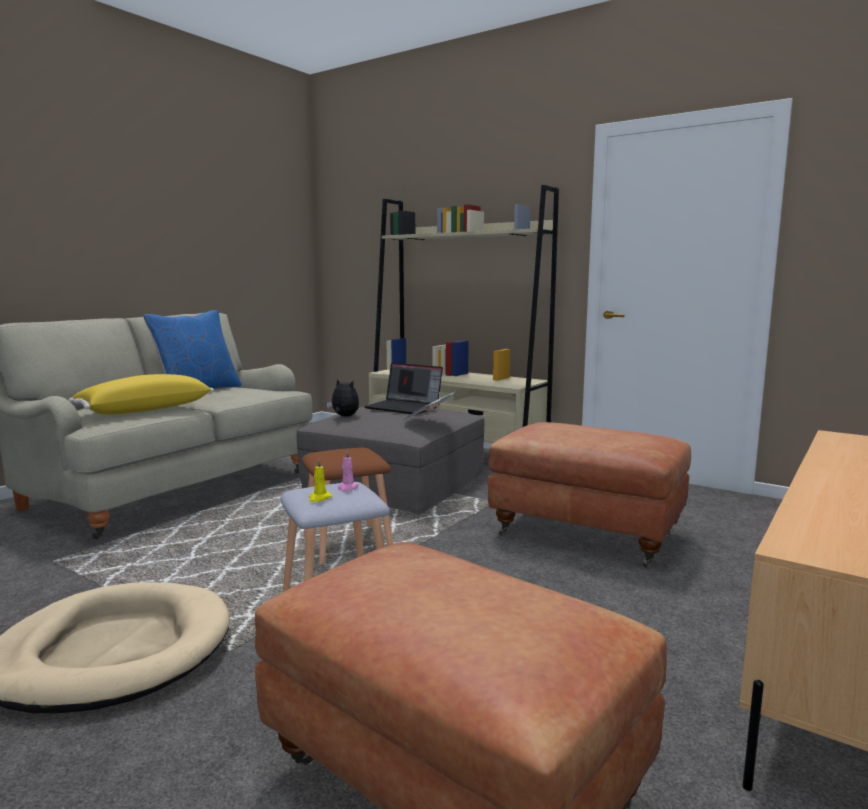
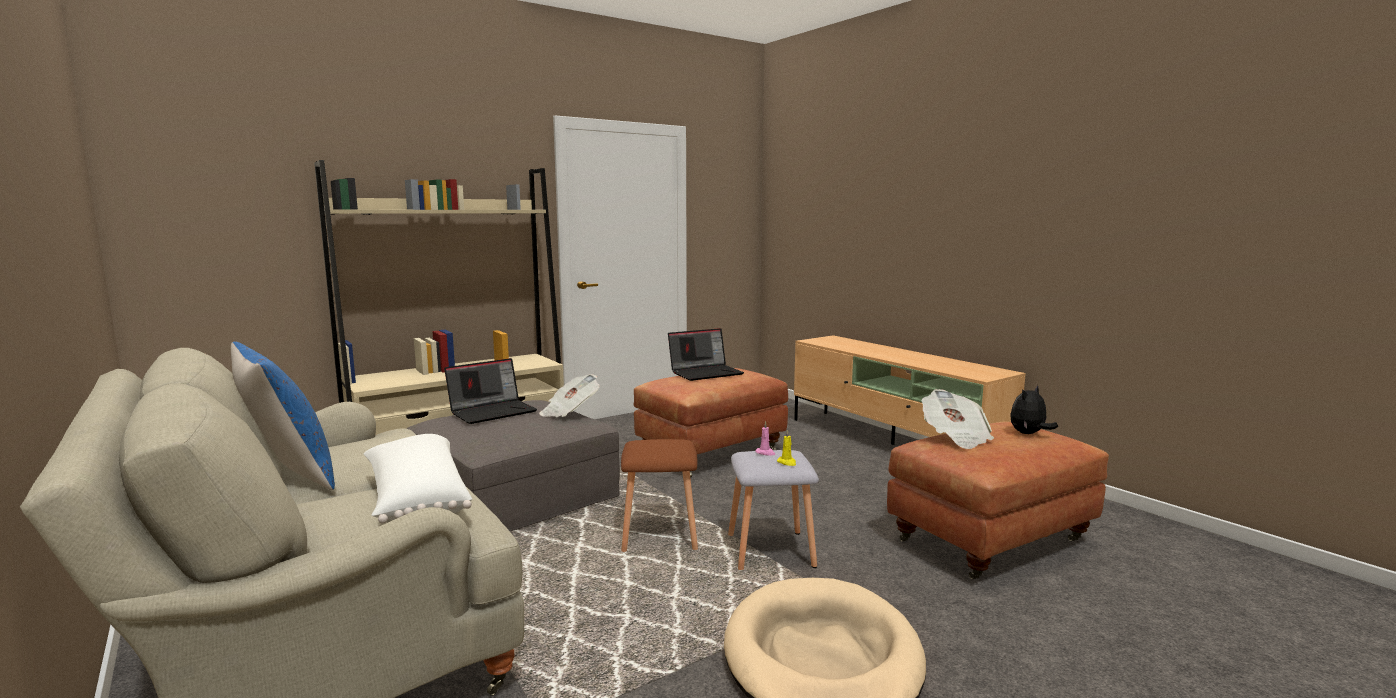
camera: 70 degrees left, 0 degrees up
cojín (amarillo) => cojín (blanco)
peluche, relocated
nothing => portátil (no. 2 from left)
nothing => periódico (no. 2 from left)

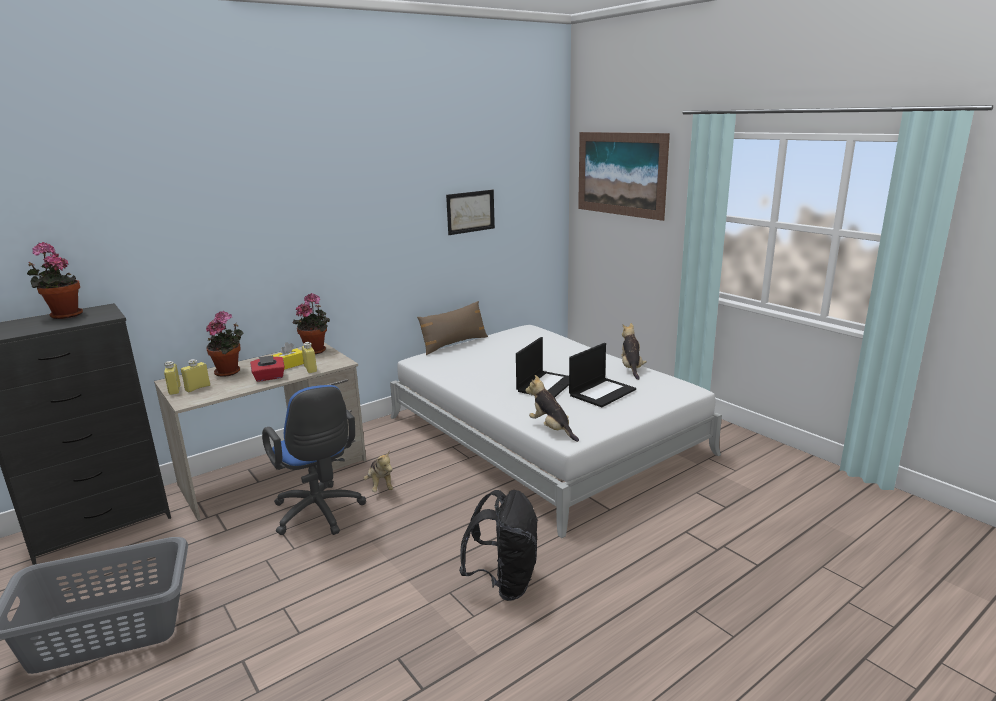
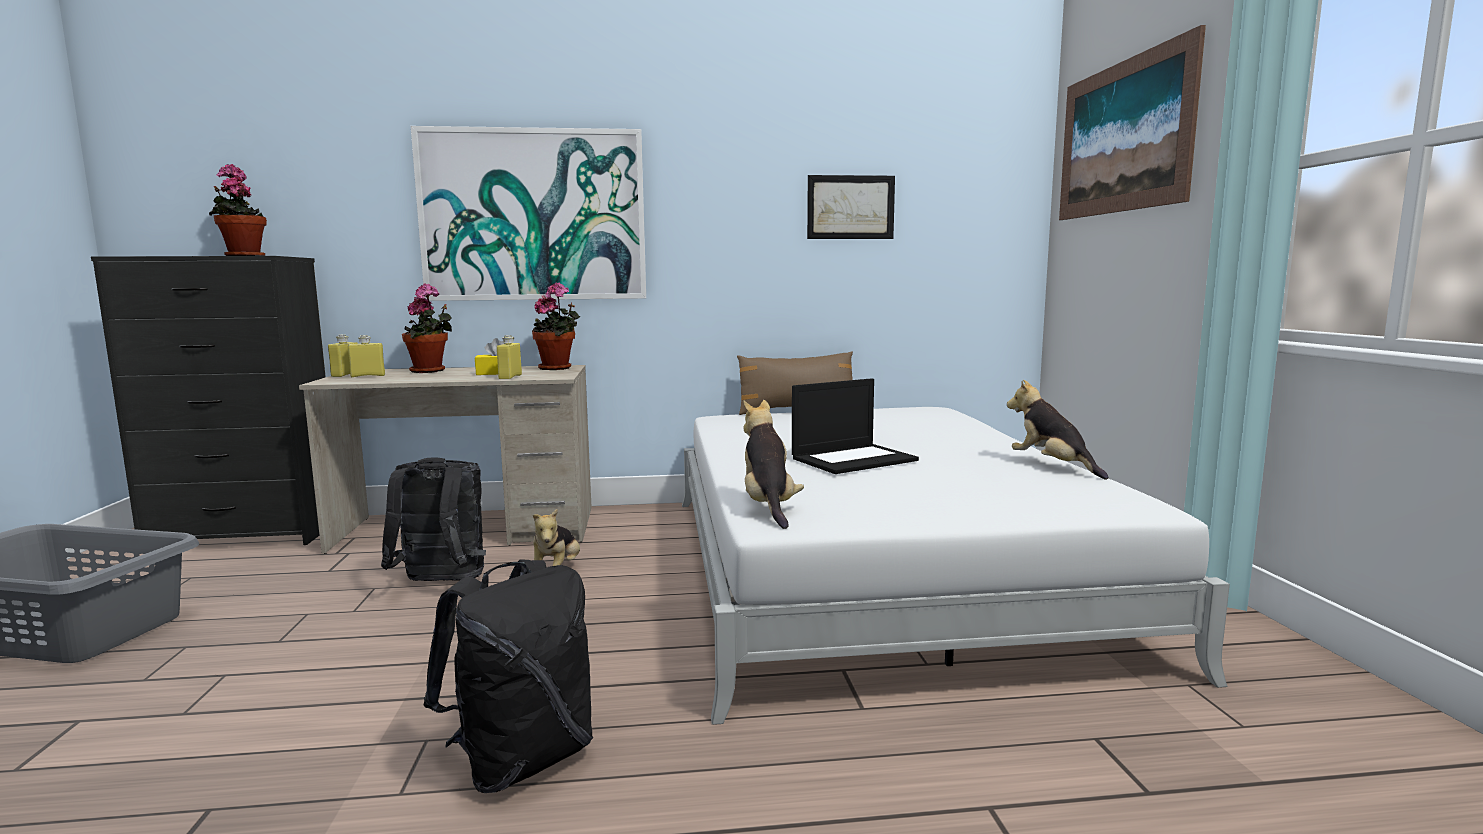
camera: 30 degrees right, 10 degrees down
peluche (no. 3 from left), 60 degrees counterclockwise
portátil (no. 2 from left) => nothing
caja de pañuelos (rojo) => nothing
silla de oficina (azul) => mochila (negro) (no. 1 from left)
nothing => cuadro (no. 1 from left)

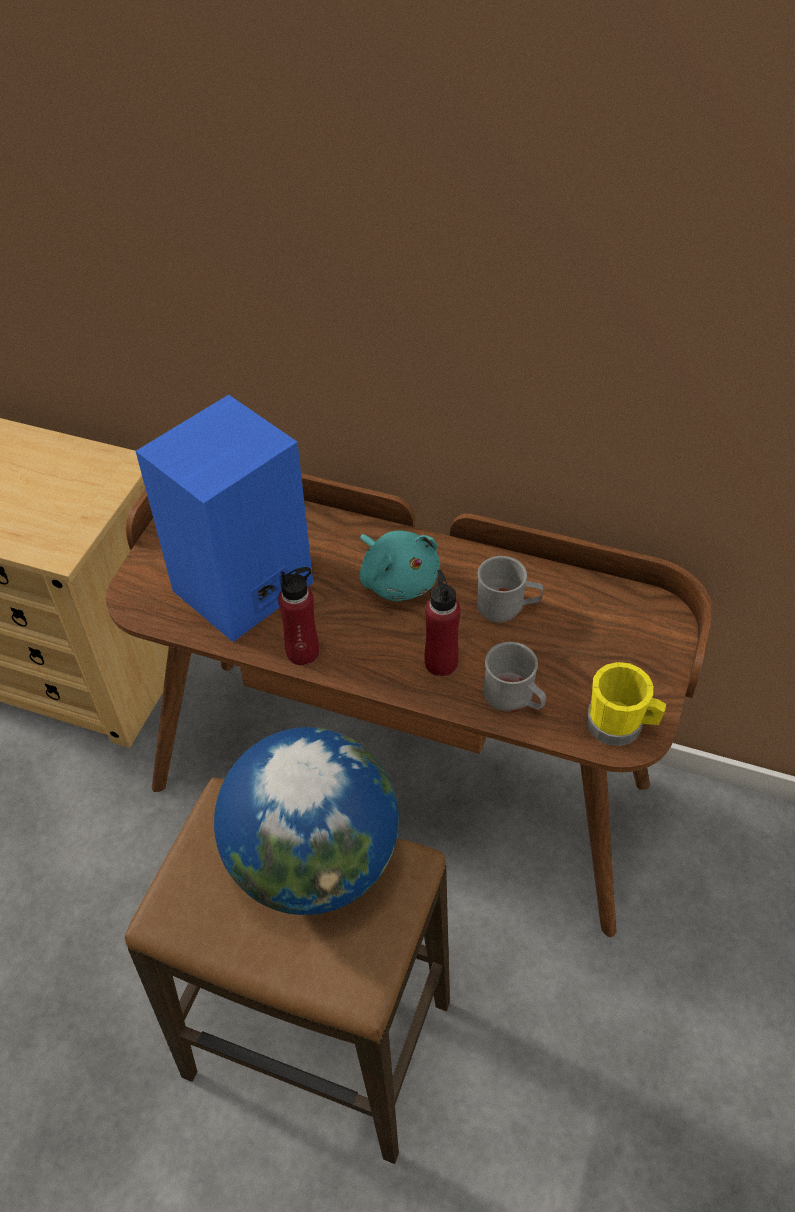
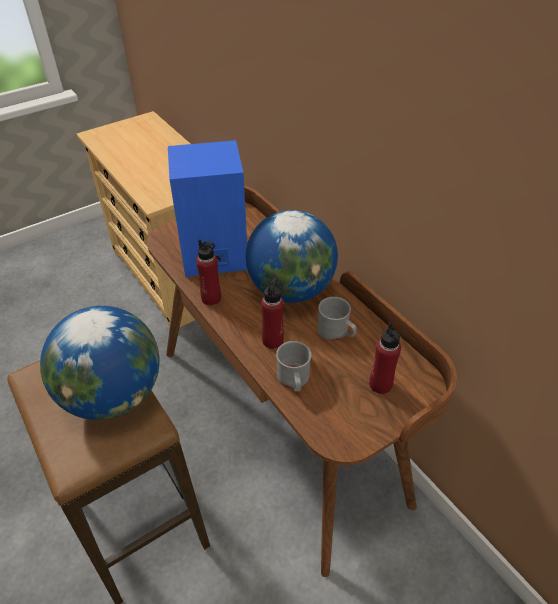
camera: 35 degrees right, 5 degrees down
peluche (turquesa) => globo terráqueo (no. 2 from left)
taza grande (amarillo) => nothing
nothing => botella (rojo) (no. 3 from left)

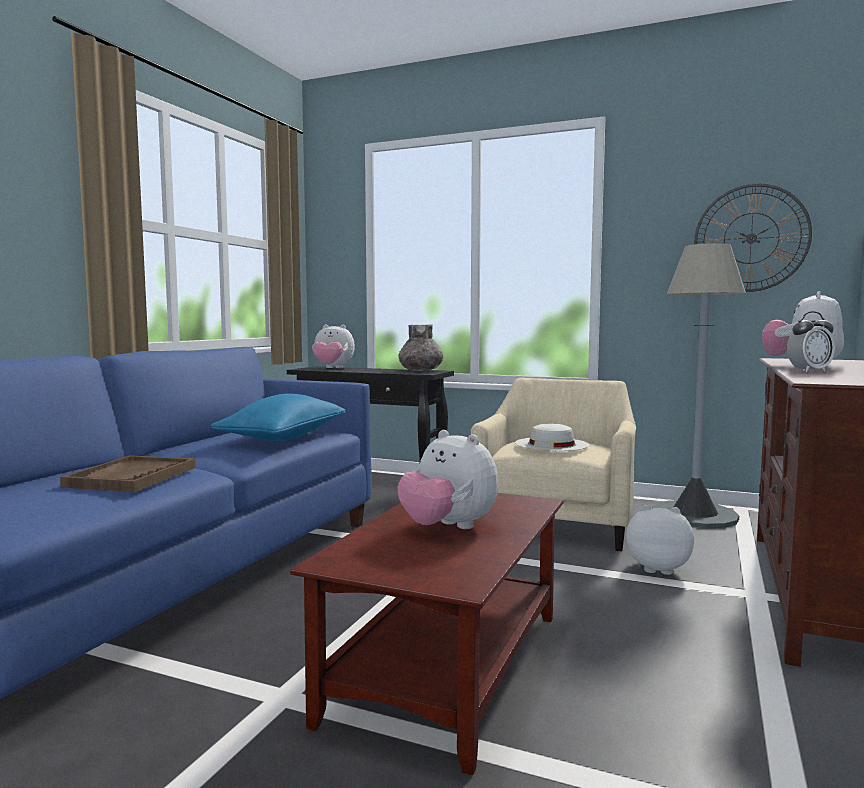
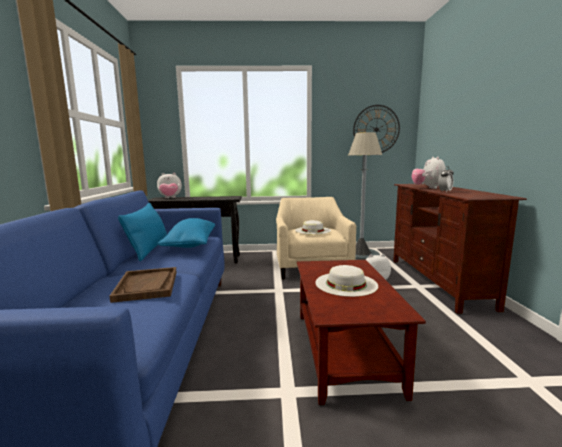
camera: 25 degrees left, 5 degrees up
florero (gris) => nothing
peluche (no. 2 from left) => sombrero (blanco) (no. 2 from left)
nothing => cojín (azul) (no. 1 from left)

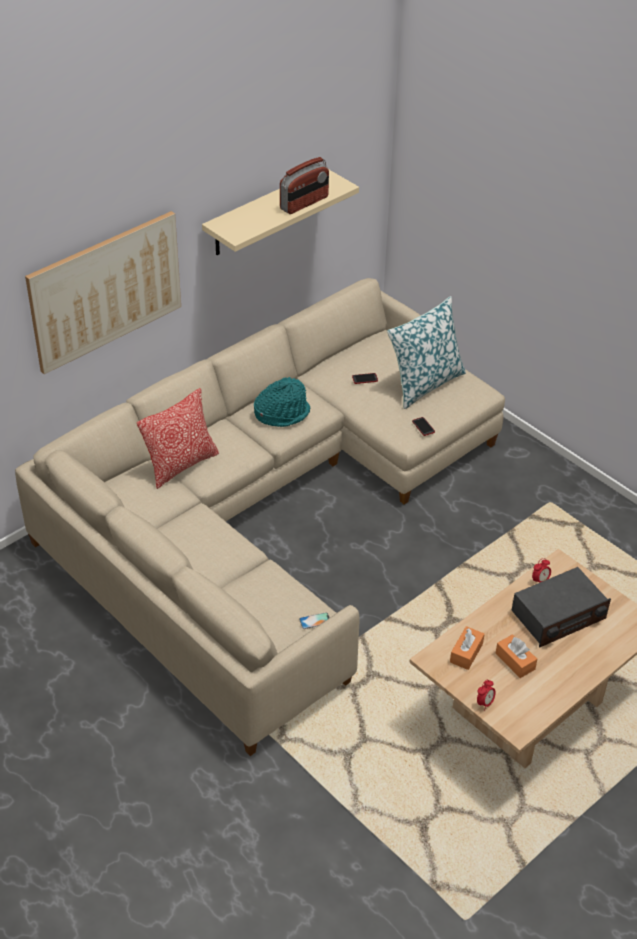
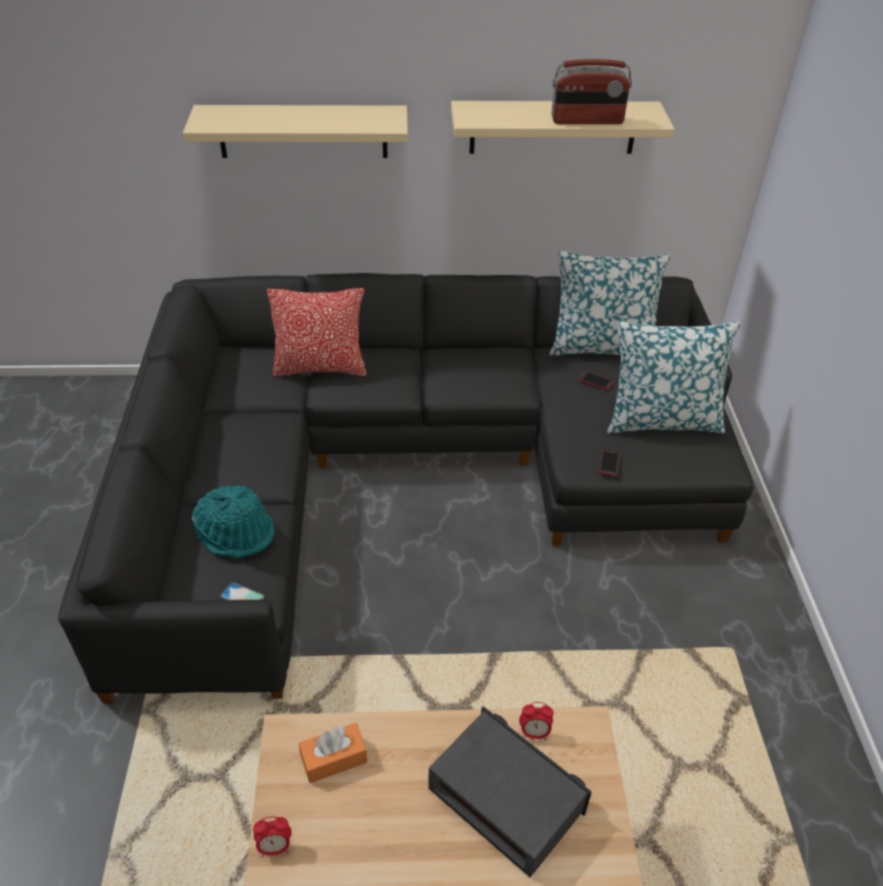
camera: 40 degrees right, 0 degrees up
cuadro => estante (beis) (no. 1 from left)
sofá (beis) => sofá (negro)
sombrero (turquesa), relocated
radio (no. 2 from left in the first image) => radio (no. 1 from left), 150 degrees counterclockwise
caja de pañuelos (naranja) (no. 2 from left) => nothing
nothing => cojín (no. 2 from left)

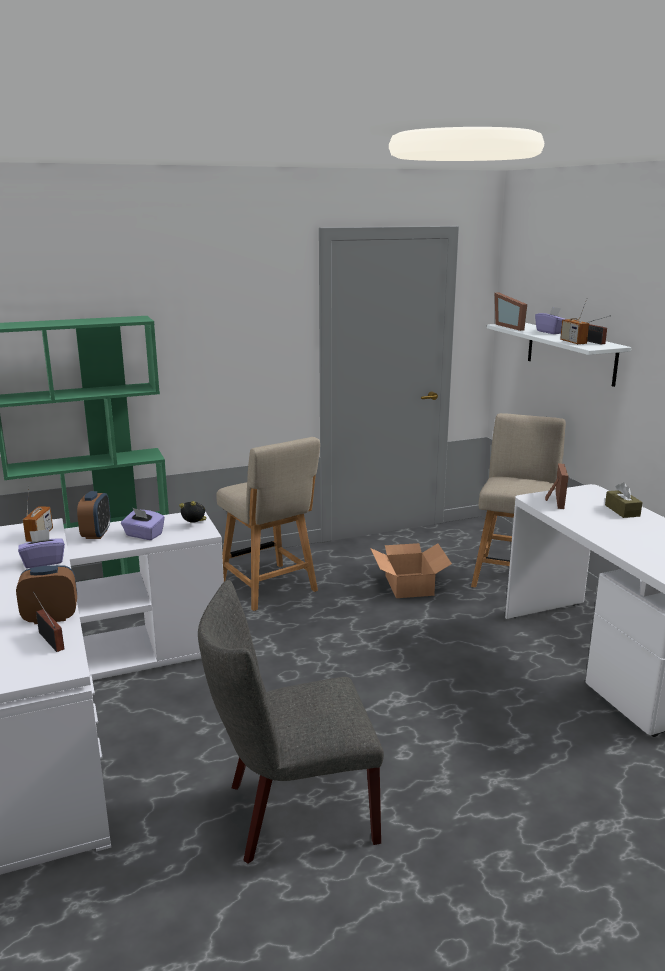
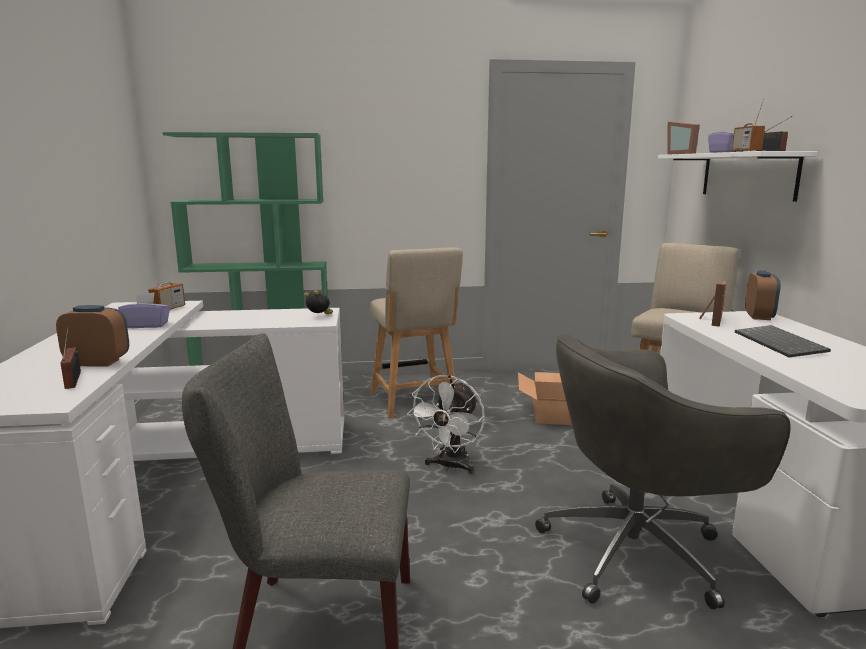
camera: 15 degrees right, 5 degrees down
caja de pañuelos (marrón) => nothing
despertador (no. 2 from left in the first image) => despertador (no. 3 from left), relocated
caja de pañuelos (morado) (no. 2 from left) => nothing
nothing => teclado
nothing => silla de oficina (gris)
nothing => ventilador (blanco)

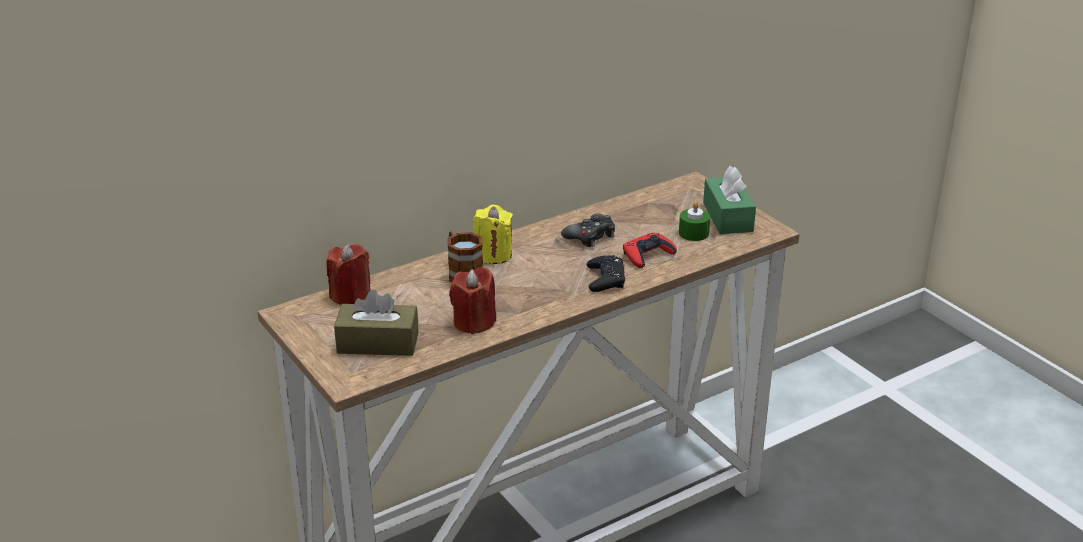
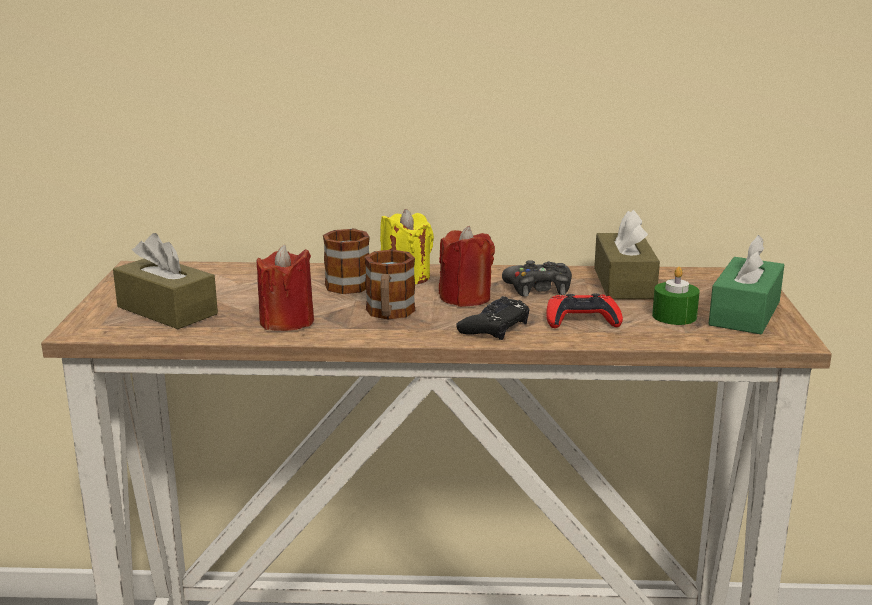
camera: 35 degrees right, 10 degrees down
vela (rojo) (no. 1 from left in the first image) => vela (rojo) (no. 2 from left), relocated
nothing => caja de pañuelos (marrón) (no. 2 from left)
nothing => taza grande (no. 2 from left)

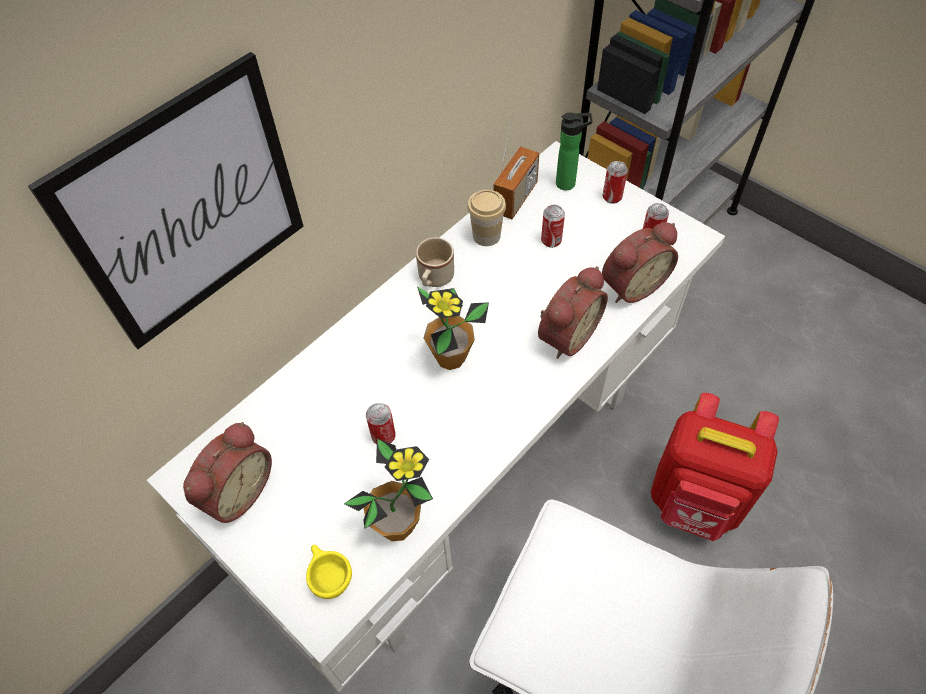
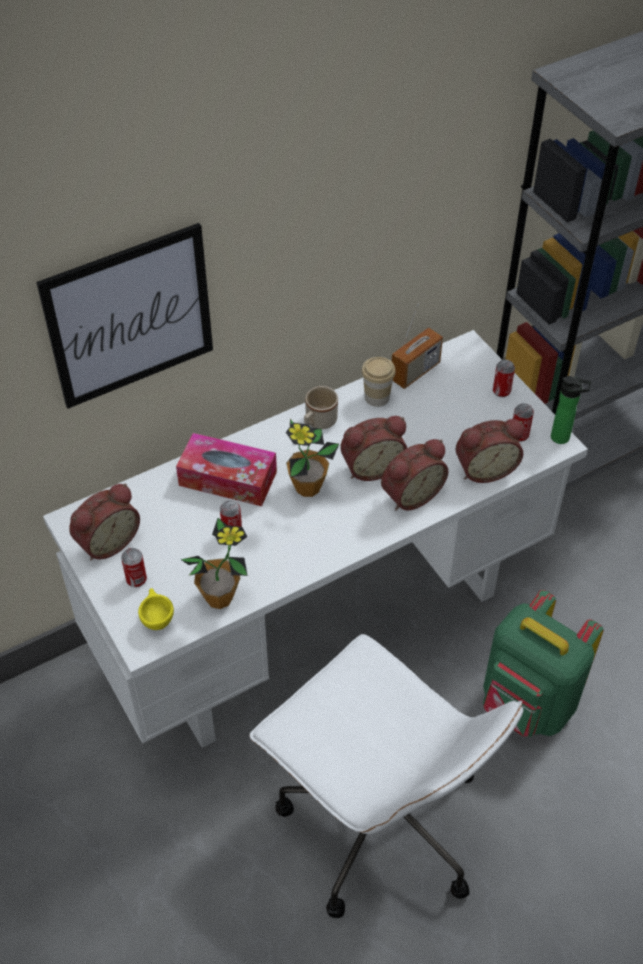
camera: 15 degrees right, 5 degrees down
botella, relocated
lata (no. 2 from left in the first image) => lata (no. 1 from left), relocated
mochila (rojo) => mochila (verde)
nothing => despertador (no. 2 from left)
nothing => caja de pañuelos

